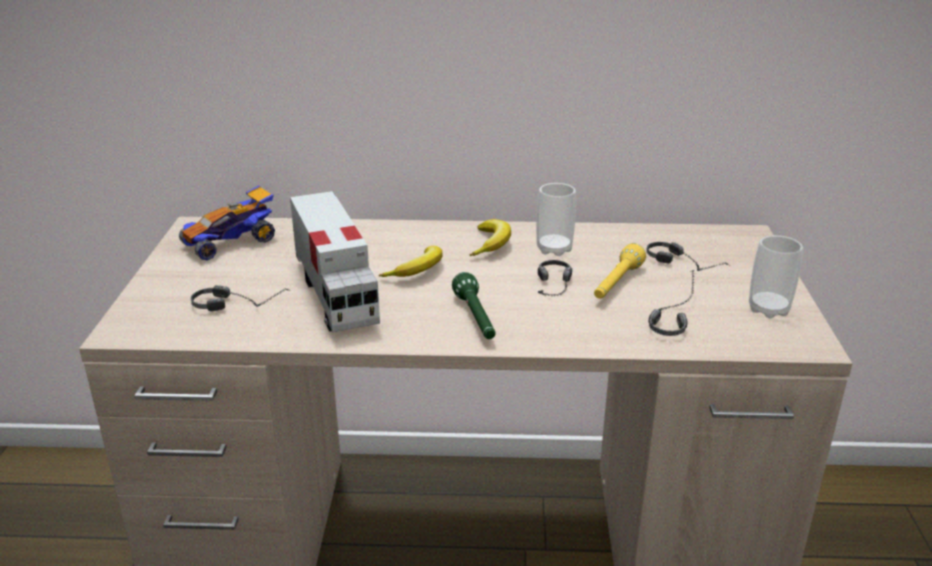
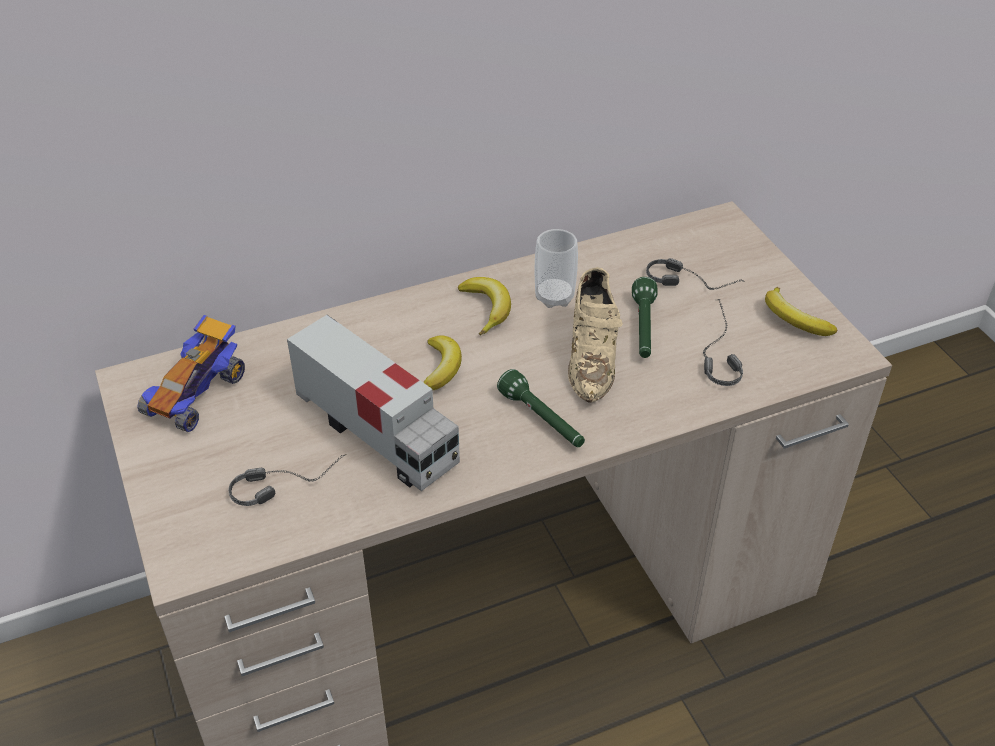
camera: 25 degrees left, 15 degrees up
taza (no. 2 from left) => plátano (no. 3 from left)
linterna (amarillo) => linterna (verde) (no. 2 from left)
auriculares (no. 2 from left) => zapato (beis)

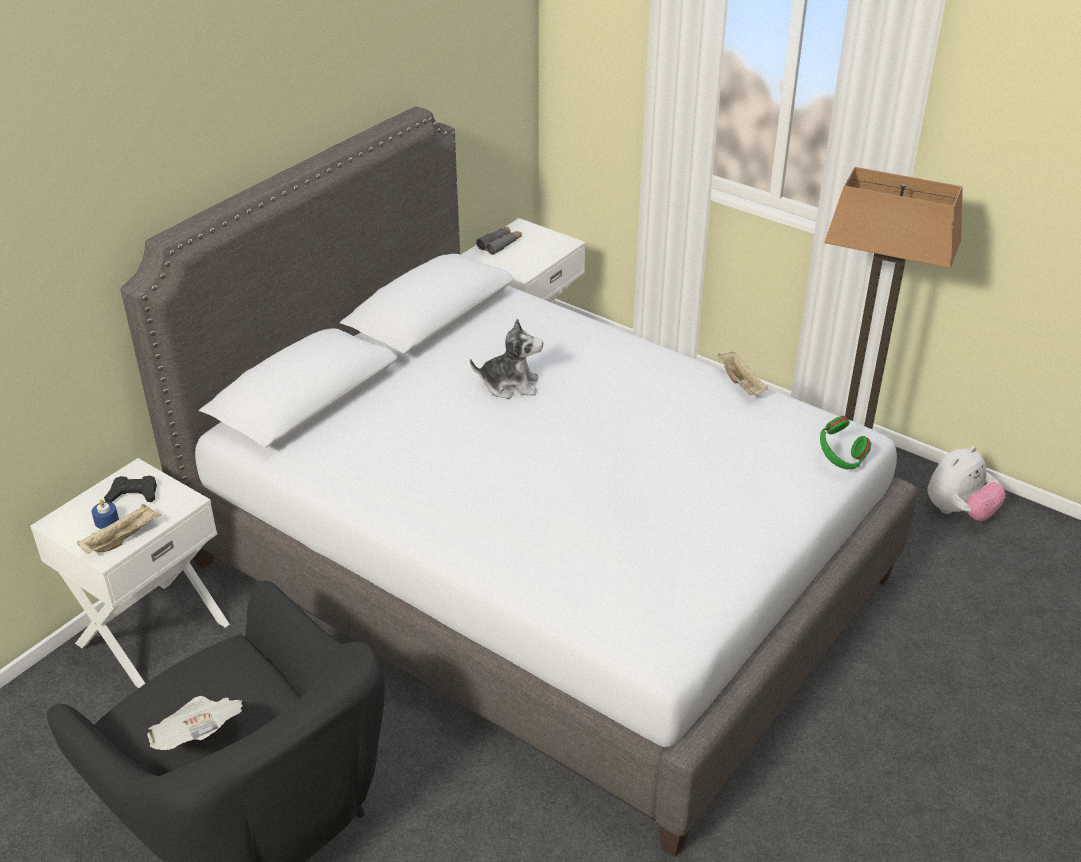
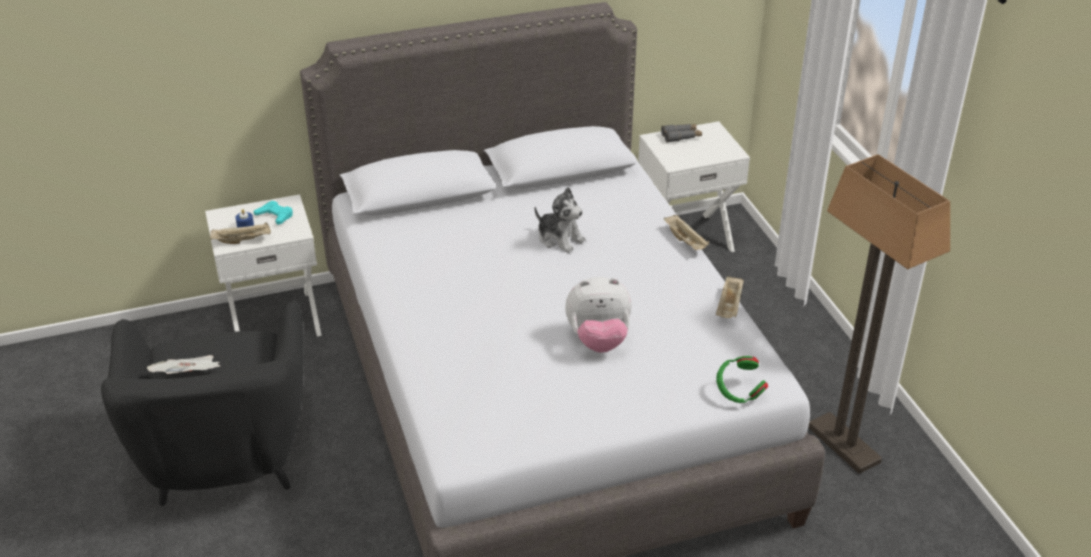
camera: 35 degrees right, 0 degrees up
peluche (no. 2 from left), relocated
mando de consola (negro) => mando de consola (turquesa)
nothing => bandeja (beis) (no. 2 from left)

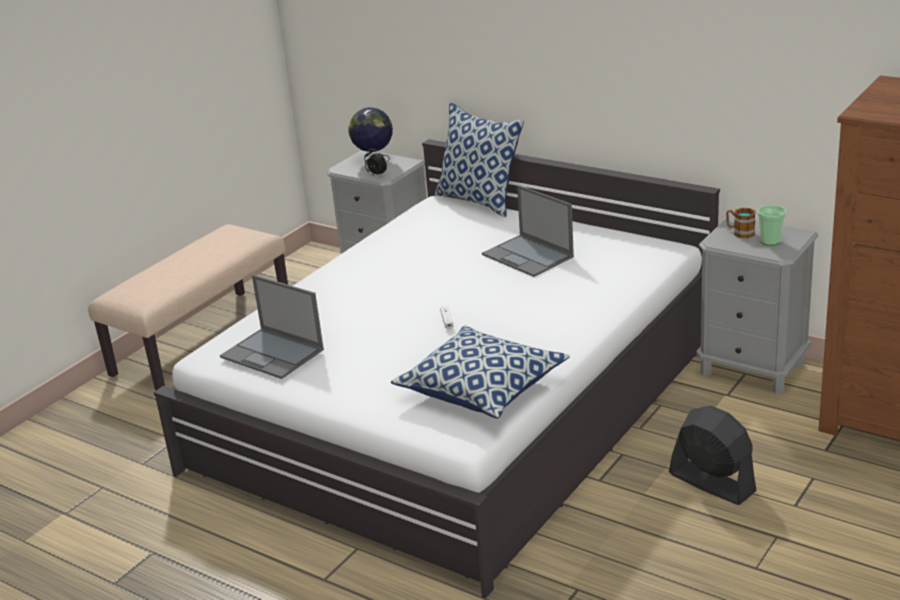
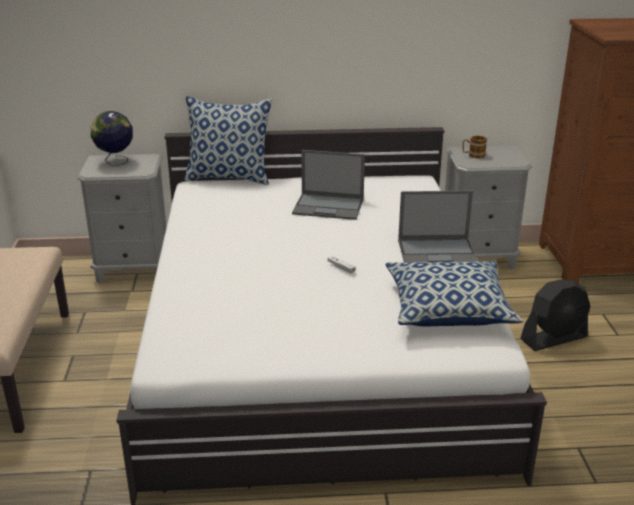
camera: 40 degrees left, 0 degrees up
despertador => nothing
taza => nothing
portátil (no. 1 from left in the first image) => portátil (no. 2 from left), relocated
ventilador (negro), 150 degrees clockwise

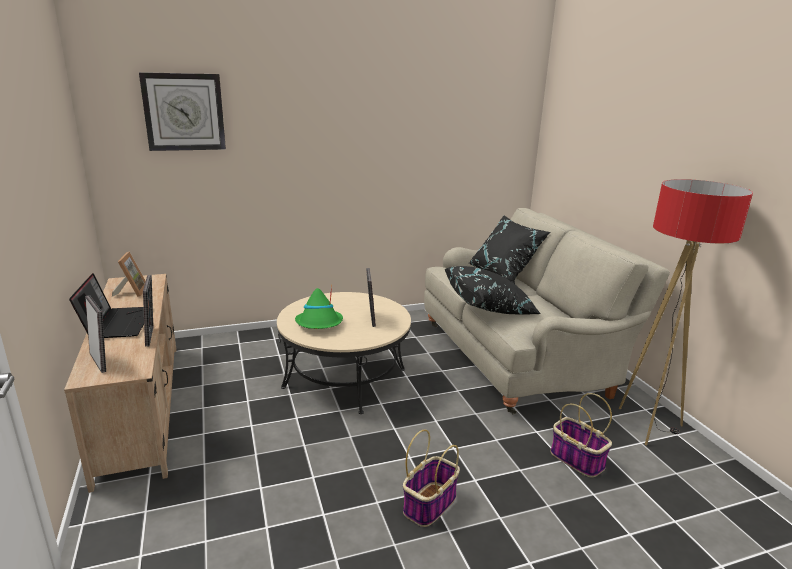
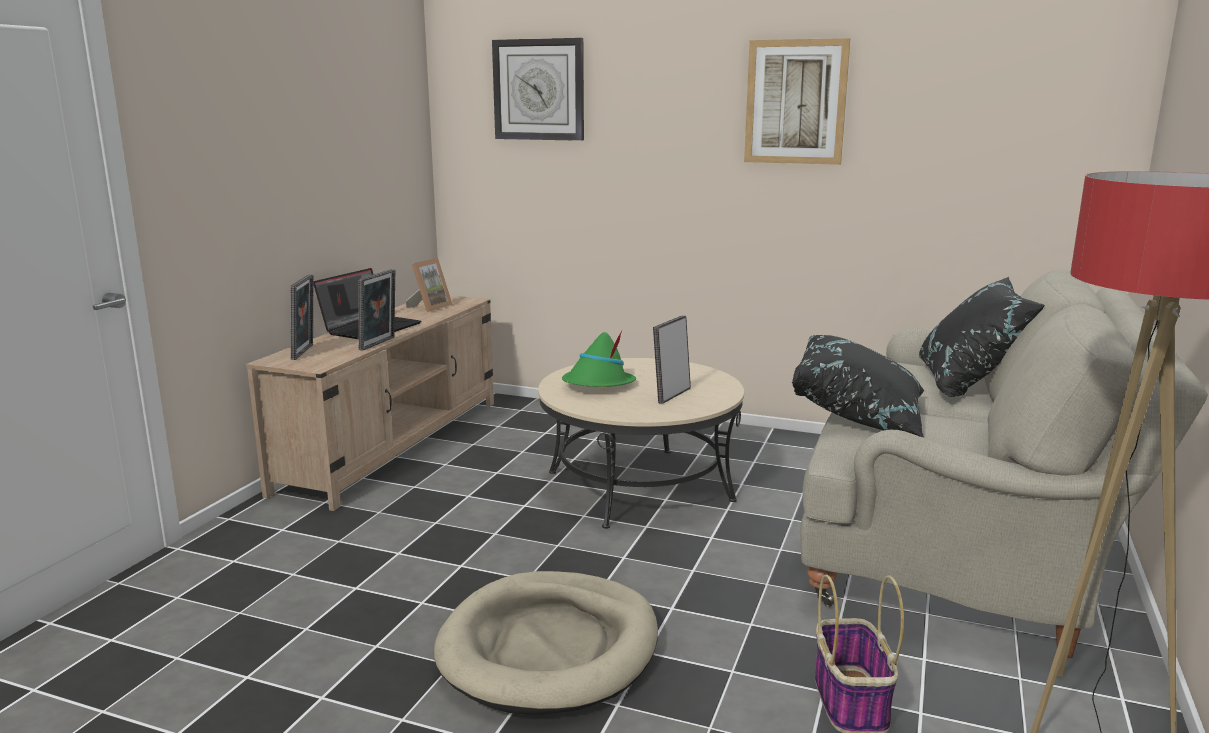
camera: 40 degrees right, 5 degrees down
cesta (no. 1 from left) => cama para perro (beis)
nothing => cuadro

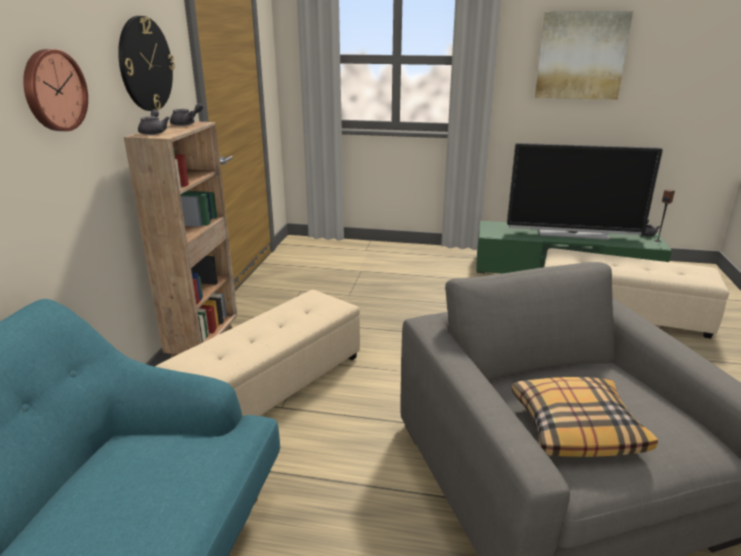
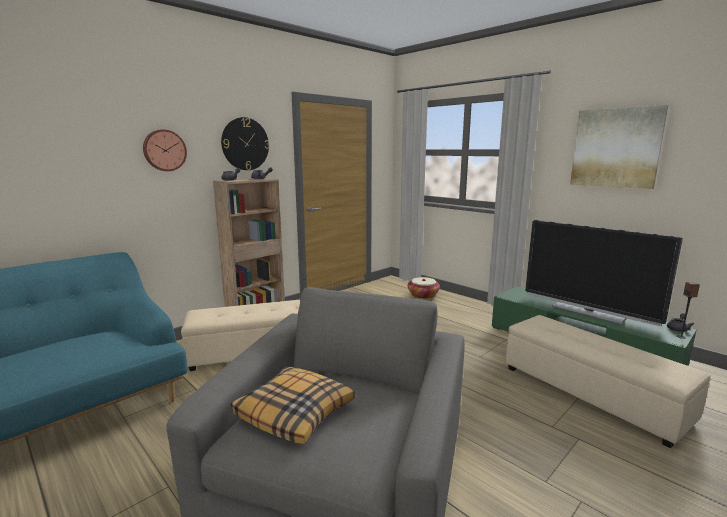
camera: 35 degrees right, 10 degrees down
nothing => cesta

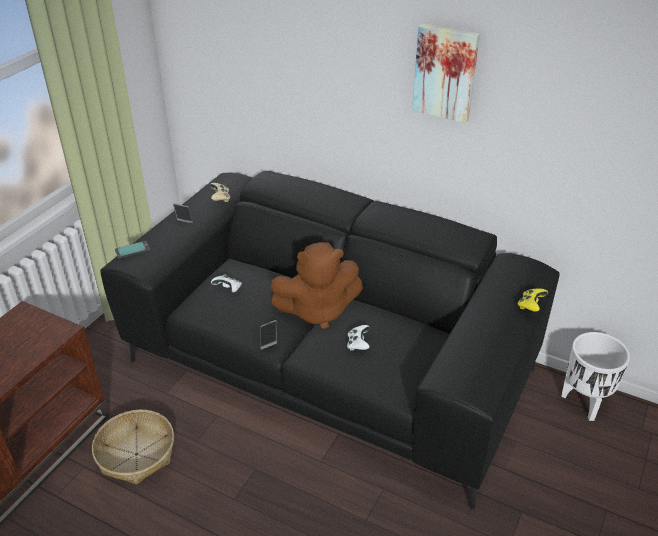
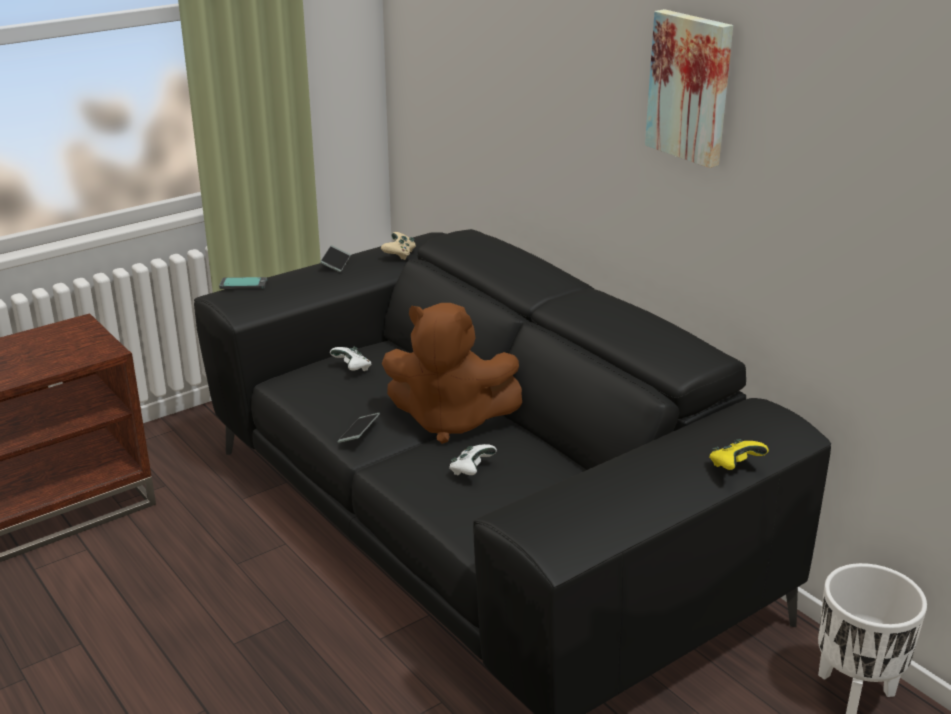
camera: 25 degrees right, 10 degrees down
cesta => nothing

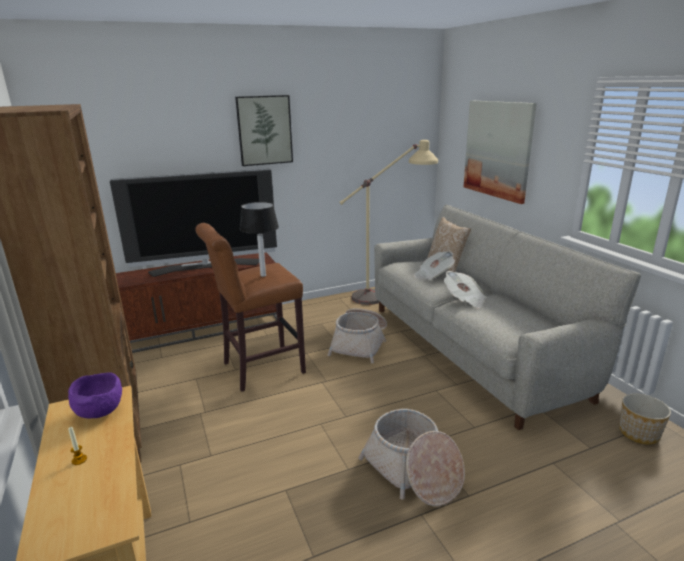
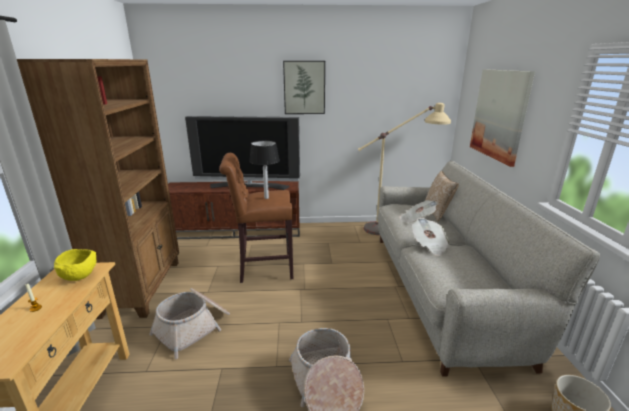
camera: 20 degrees right, 0 degrees up
cesta (no. 1 from left), relocated
cuenco (morado) => cuenco (amarillo)

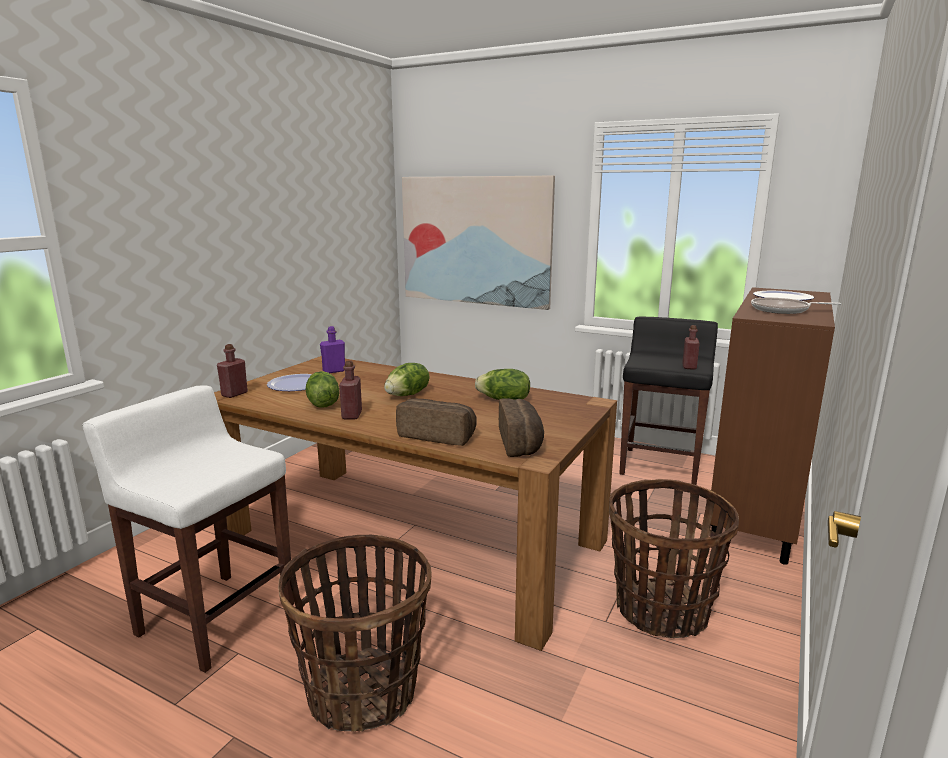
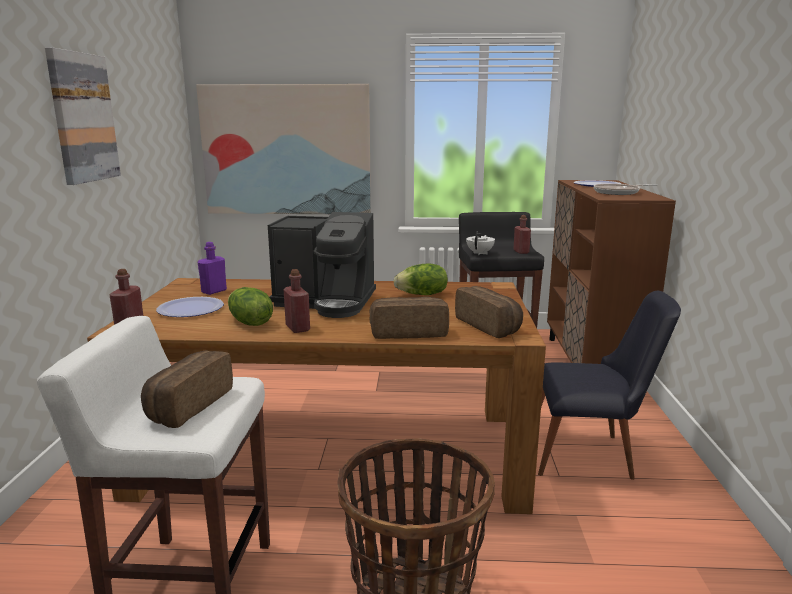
camera: 25 degrees left, 0 degrees up
lechuga (no. 2 from left) => cafetera
cesta (no. 2 from left) => silla (negro)
nothing => cuadro (no. 1 from left)
nothing => tetera (blanco)
nothing => pan (no. 1 from left)

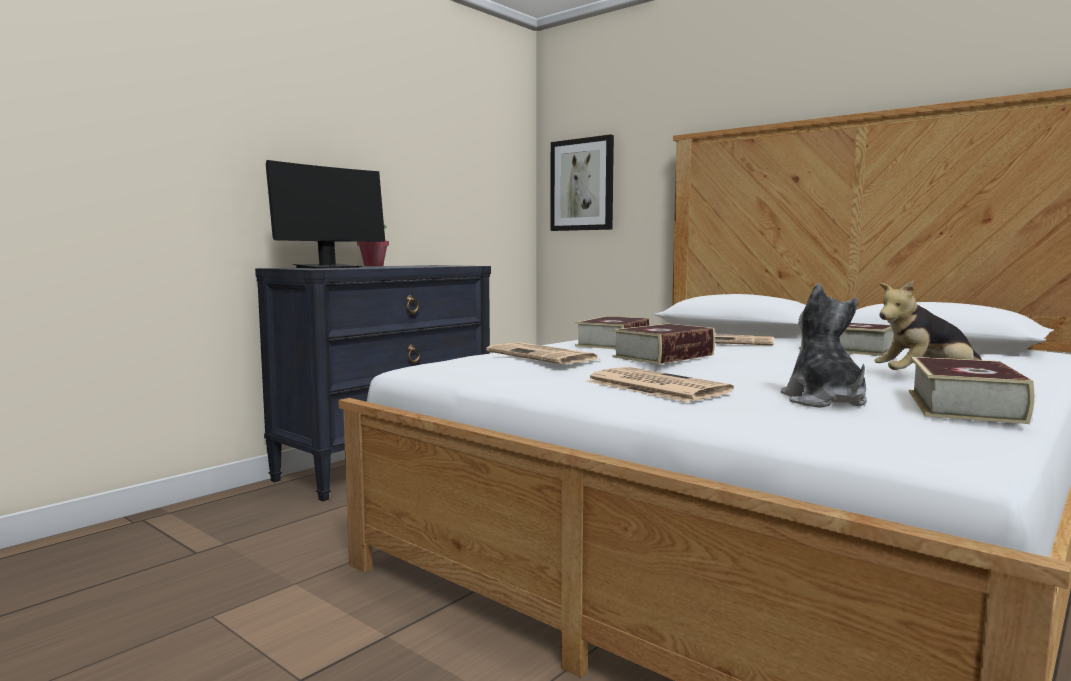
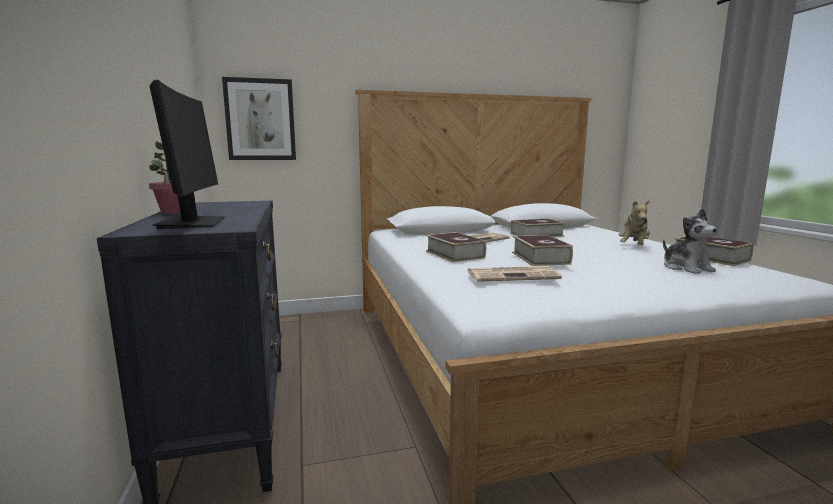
camera: 55 degrees left, 5 degrees up
peluche (no. 1 from left in the first image) => peluche (no. 2 from left), 135 degrees counterclockwise
periódico (no. 2 from left) => nothing

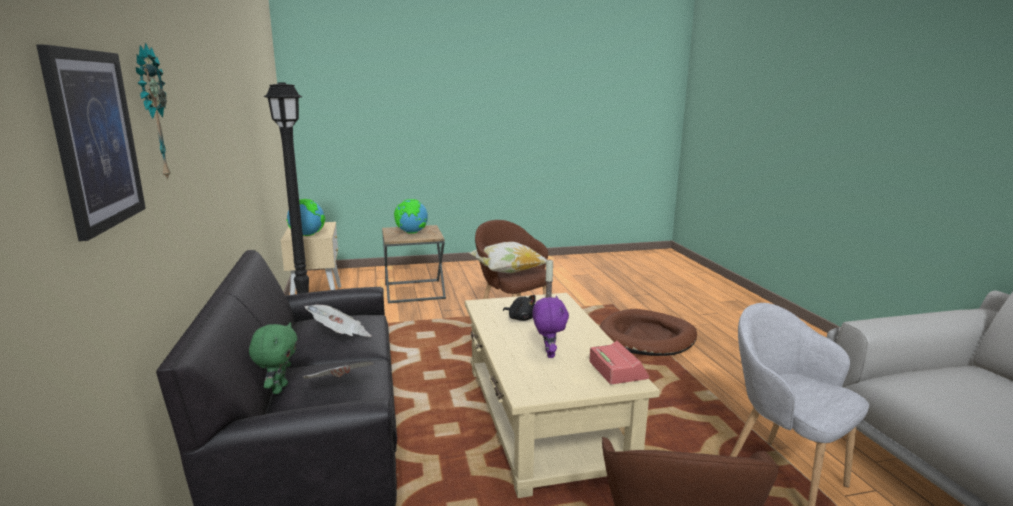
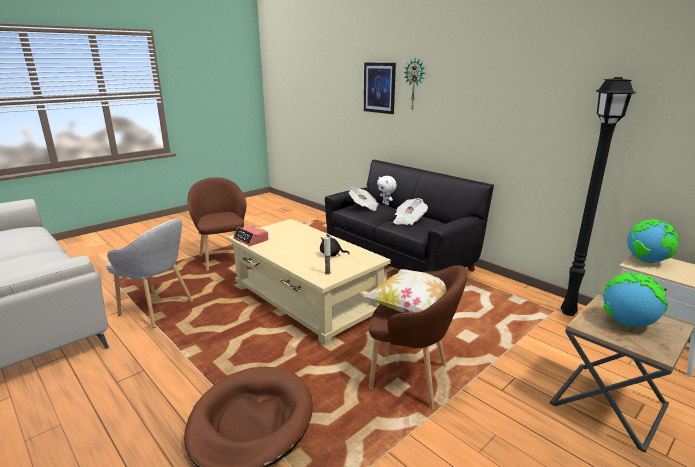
camera: 150 degrees right, 5 degrees up
peluche (morado) => nothing
peluche (verde) => peluche (blanco)

